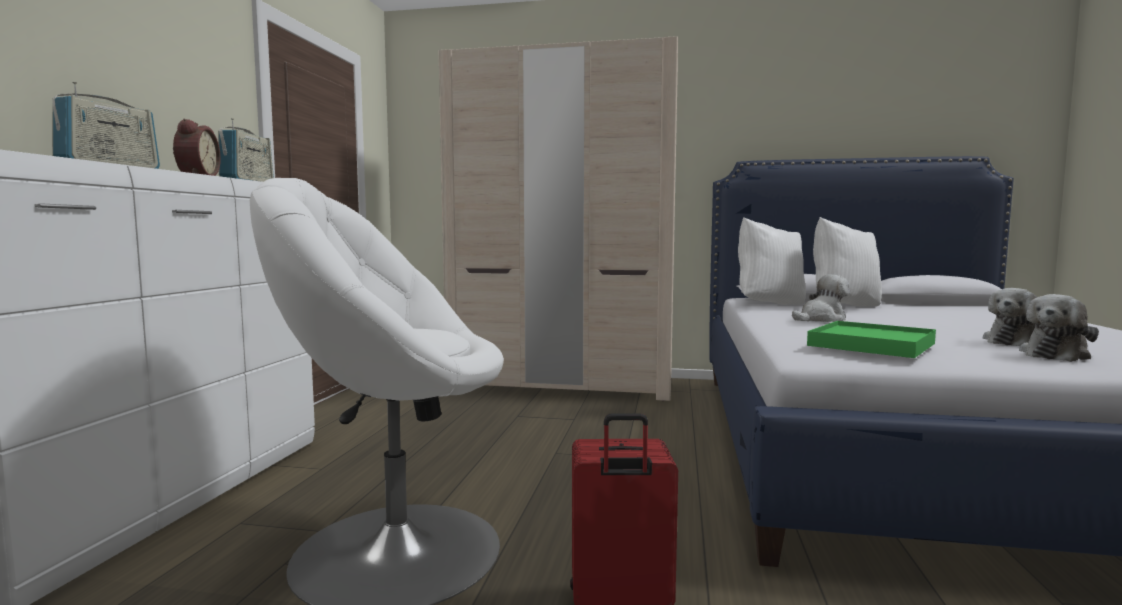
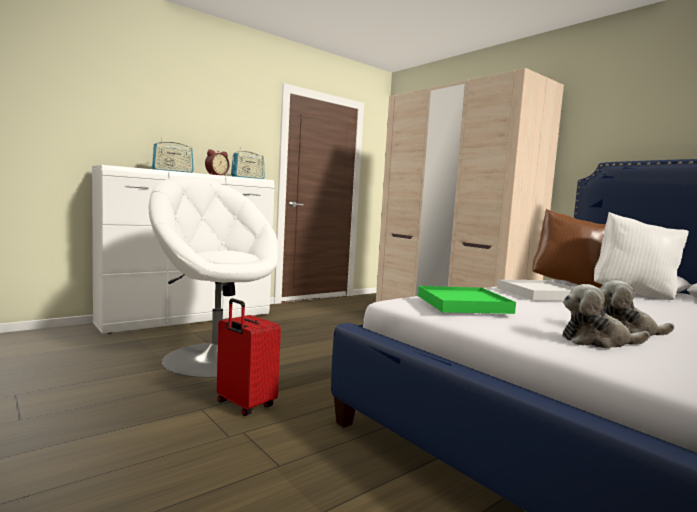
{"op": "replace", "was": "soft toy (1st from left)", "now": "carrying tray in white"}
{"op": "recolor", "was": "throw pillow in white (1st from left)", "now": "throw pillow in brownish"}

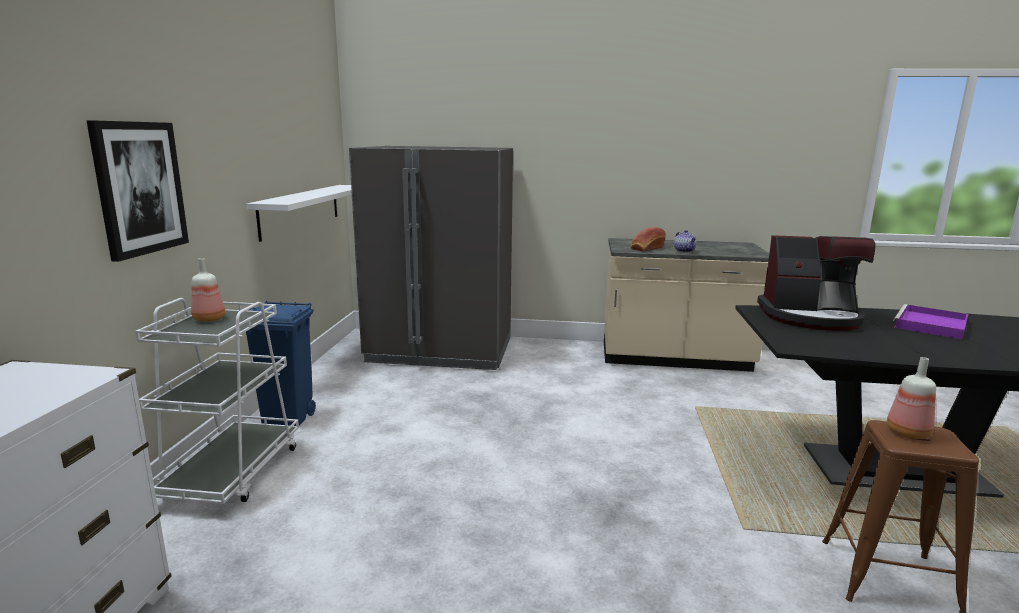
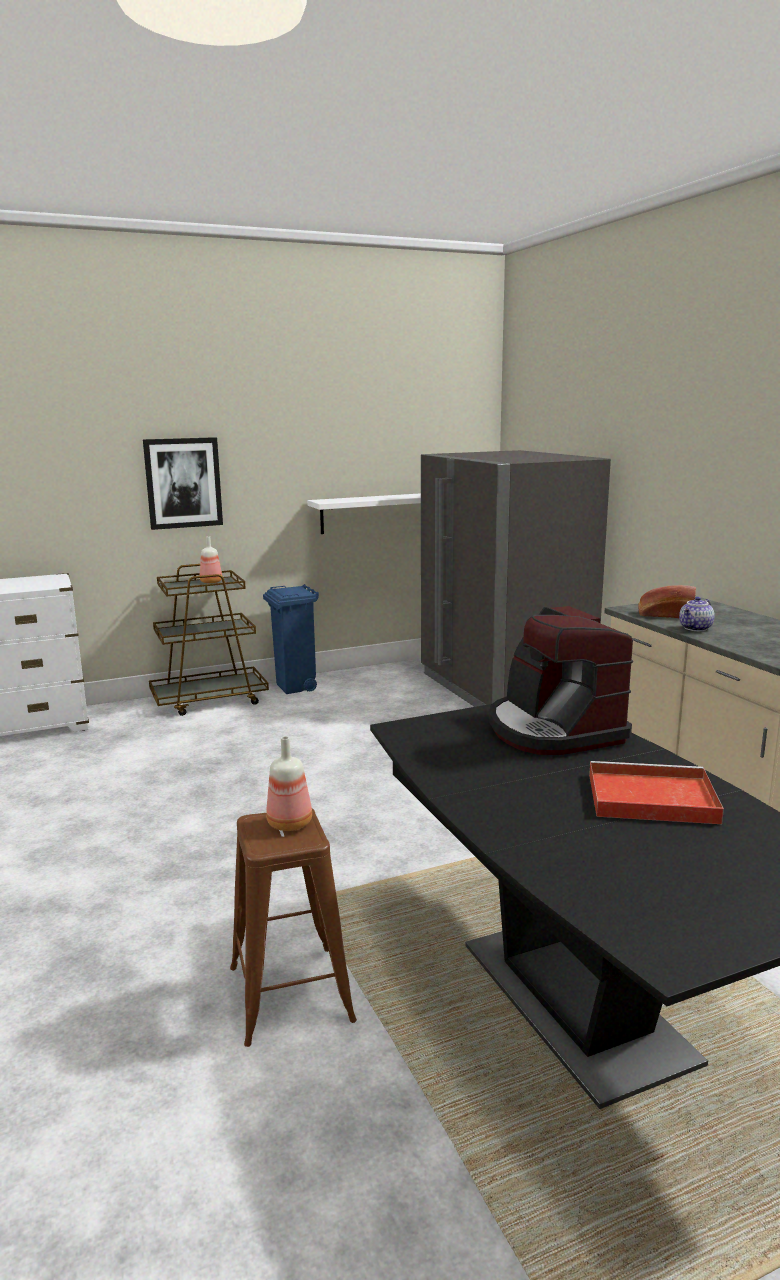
{"op": "recolor", "was": "cart in white", "now": "cart in brownish"}
{"op": "recolor", "was": "carrying tray in purple", "now": "carrying tray in red"}

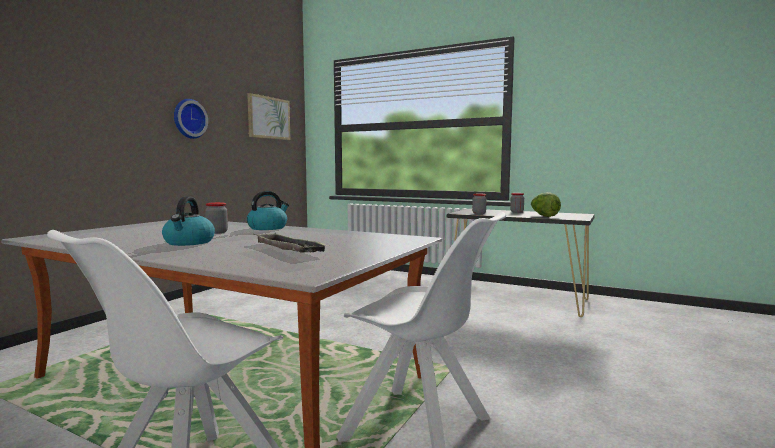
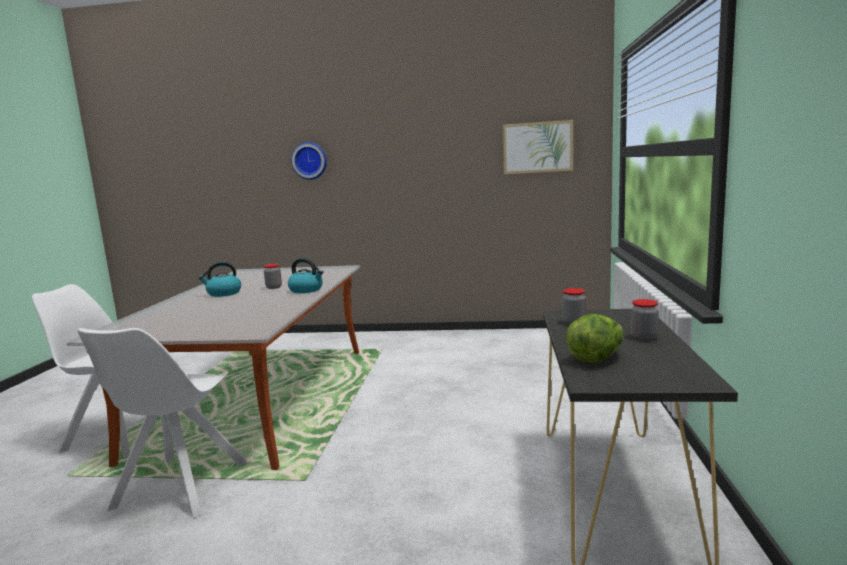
{"op": "move", "was": "clock on the wall"}
{"op": "delete", "was": "carrying tray"}

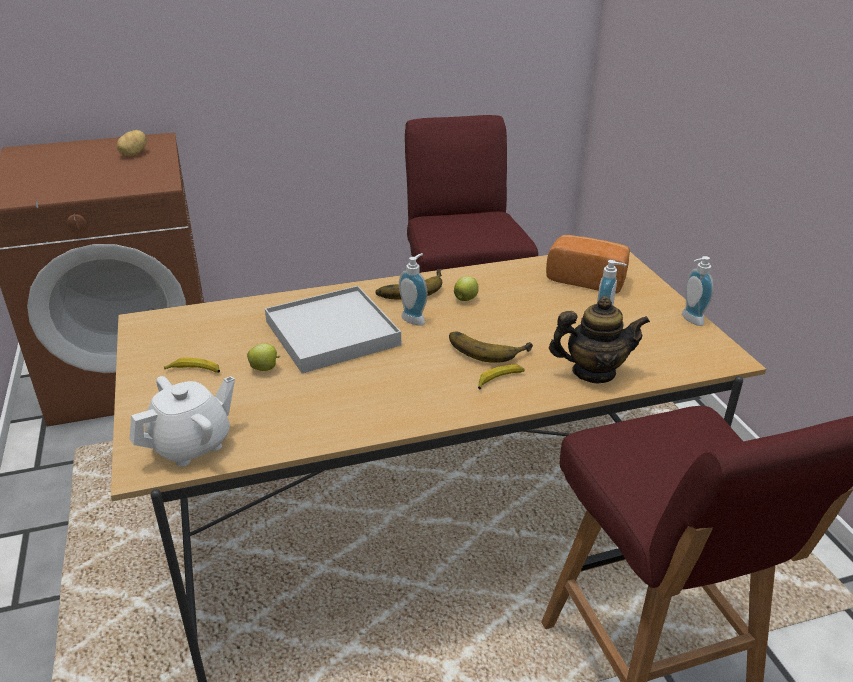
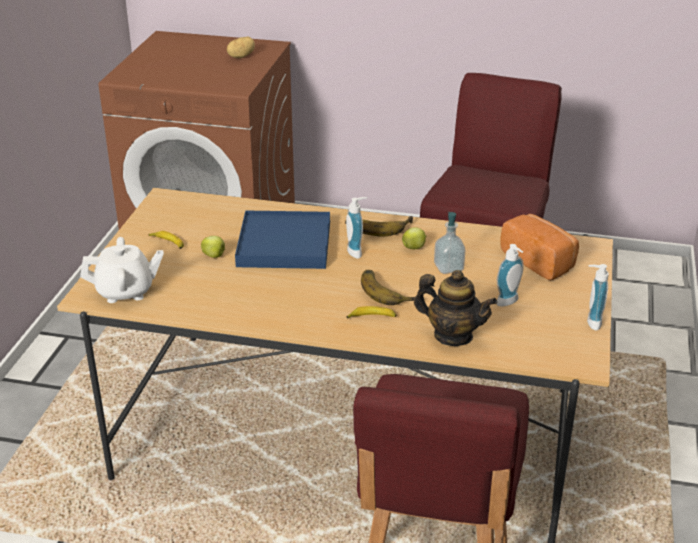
{"op": "recolor", "was": "carrying tray in white", "now": "carrying tray in bluish"}
{"op": "insert", "now": "liquid soap bottle (2nd from left)"}

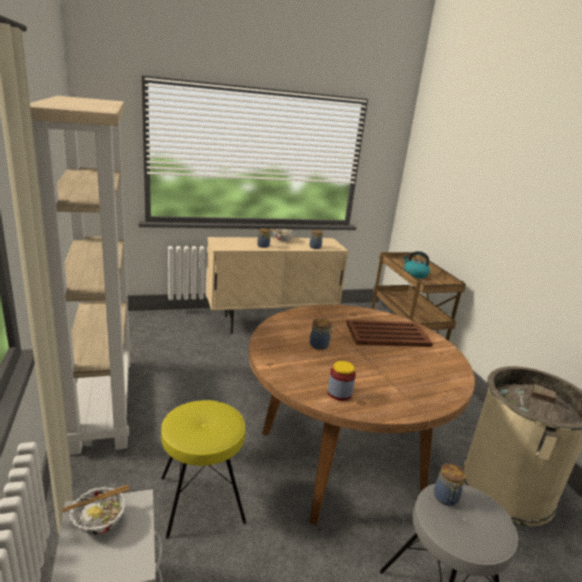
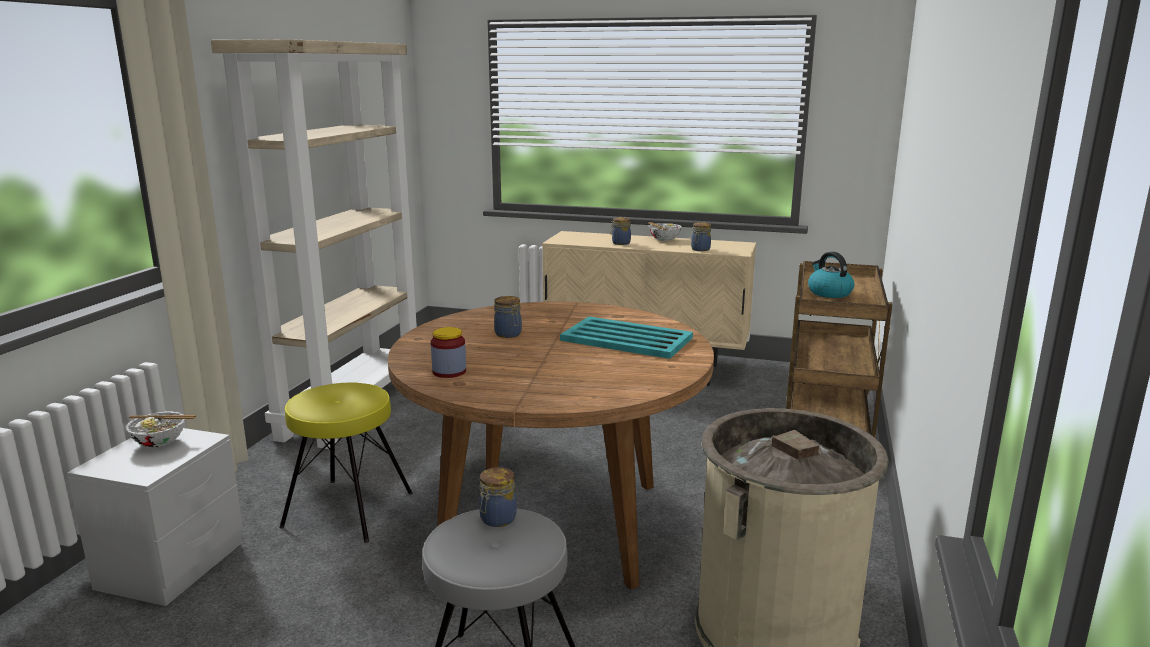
{"op": "recolor", "was": "carrying tray in brownish", "now": "carrying tray in turquoise"}

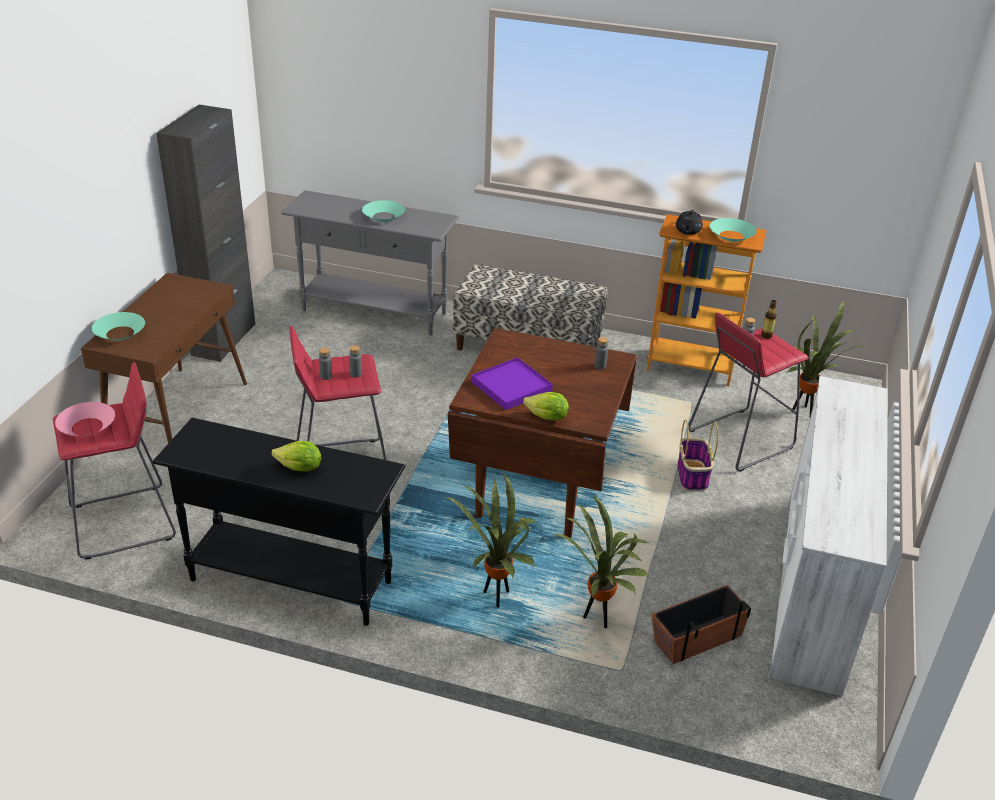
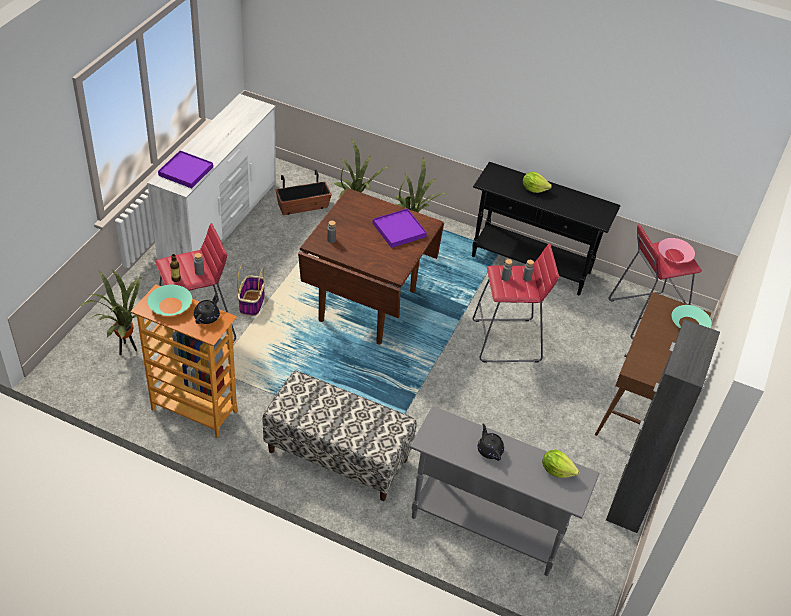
{"op": "insert", "now": "carrying tray in purple (1st from left)"}
{"op": "replace", "was": "serving bowl in turquoise (2nd from left)", "now": "teapot in black-coloured (2nd from left)"}
{"op": "move", "was": "lettuce (2nd from left)"}

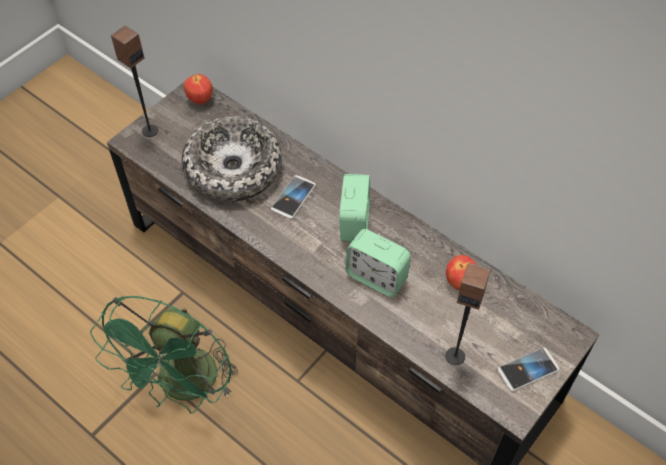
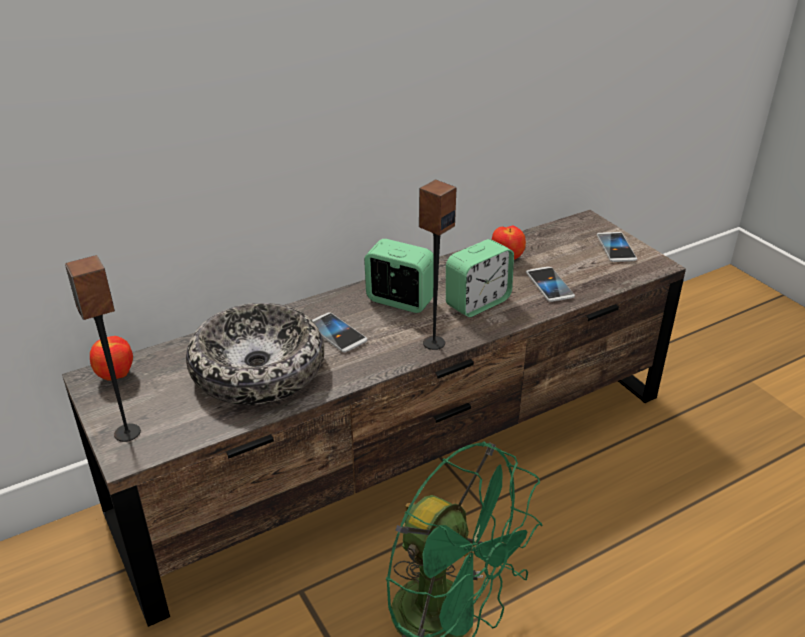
{"op": "move", "was": "audio speaker (2nd from left)"}
{"op": "insert", "now": "telephone (2nd from left)"}

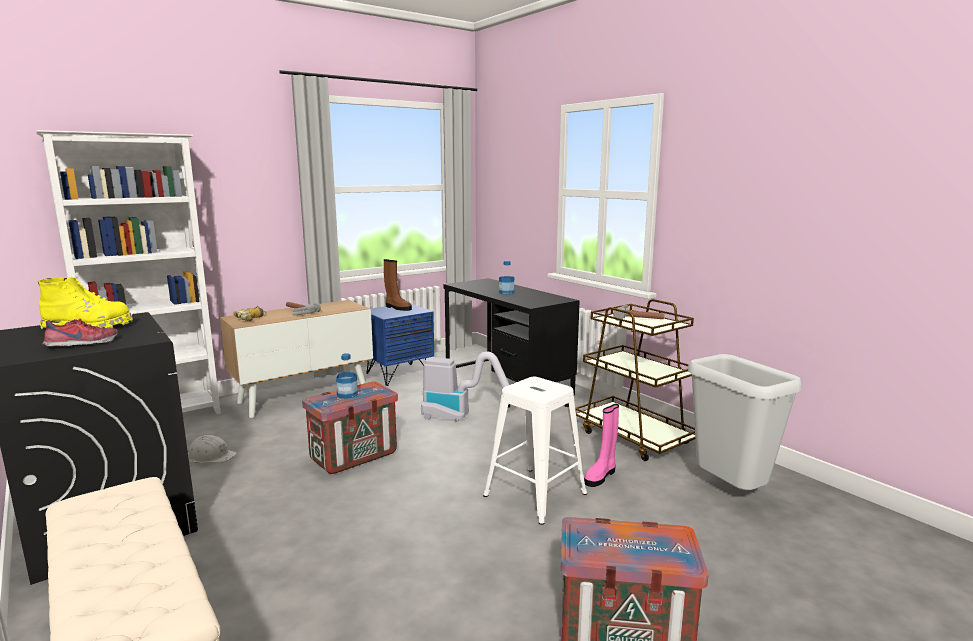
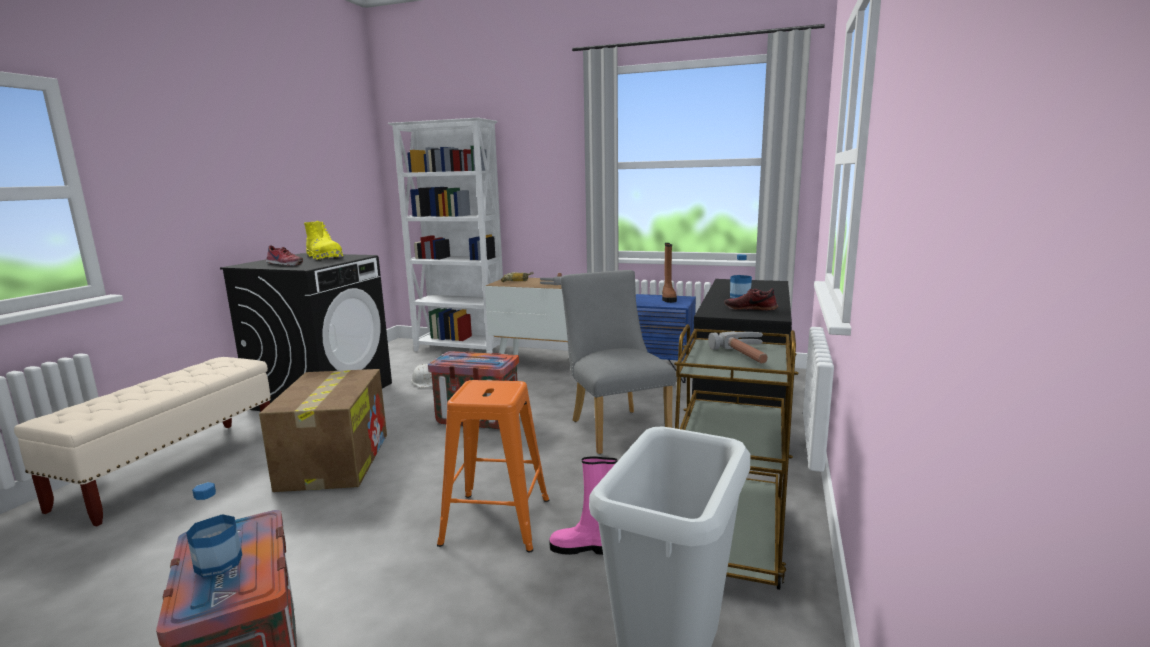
{"op": "move", "was": "bottle (1st from left)"}
{"op": "insert", "now": "carton"}
{"op": "recolor", "was": "sitting stool in white", "now": "sitting stool in orange-coloured"}
{"op": "replace", "was": "vacuum cleaner", "now": "upright chair in gray"}
{"op": "insert", "now": "item of footwear (2nd from left)"}

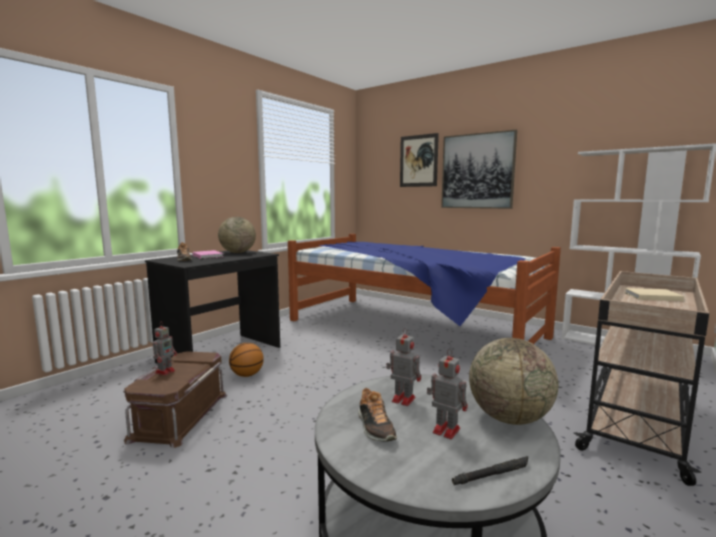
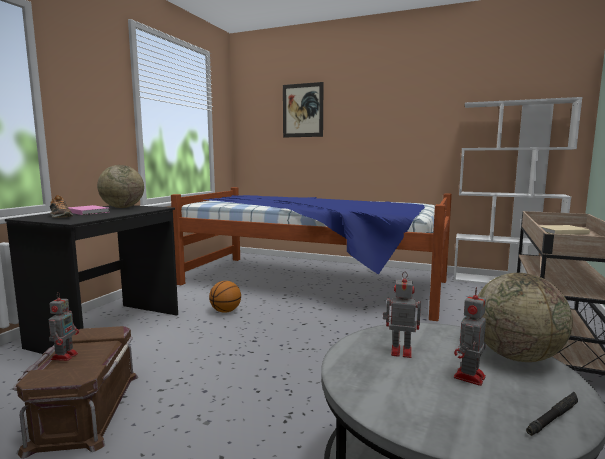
{"op": "move", "was": "ball for basketball"}
{"op": "rotate", "was": "toy robot (3rd from left)", "clockwise": -75}
{"op": "delete", "was": "item of footwear (2nd from left)"}
{"op": "delete", "was": "wall picture (2nd from left)"}

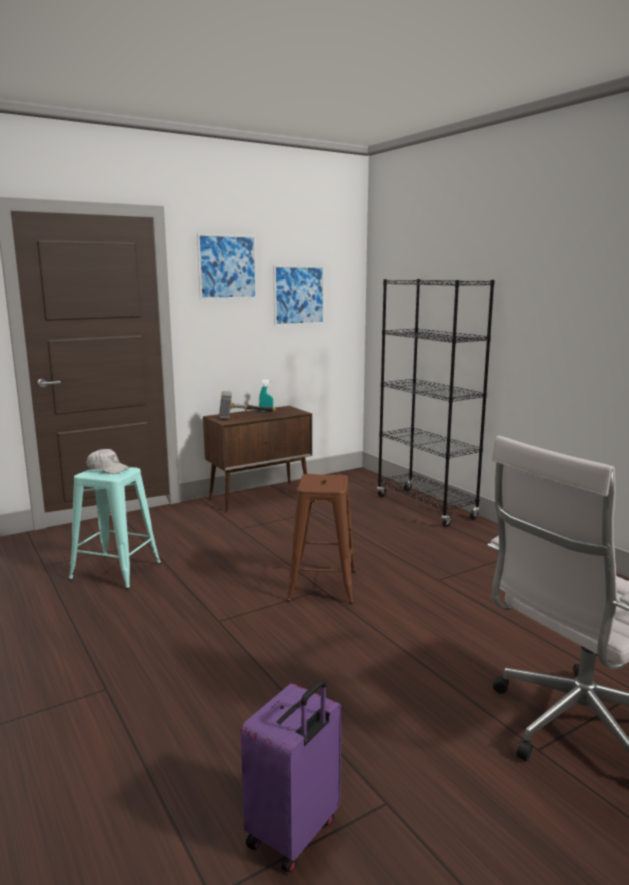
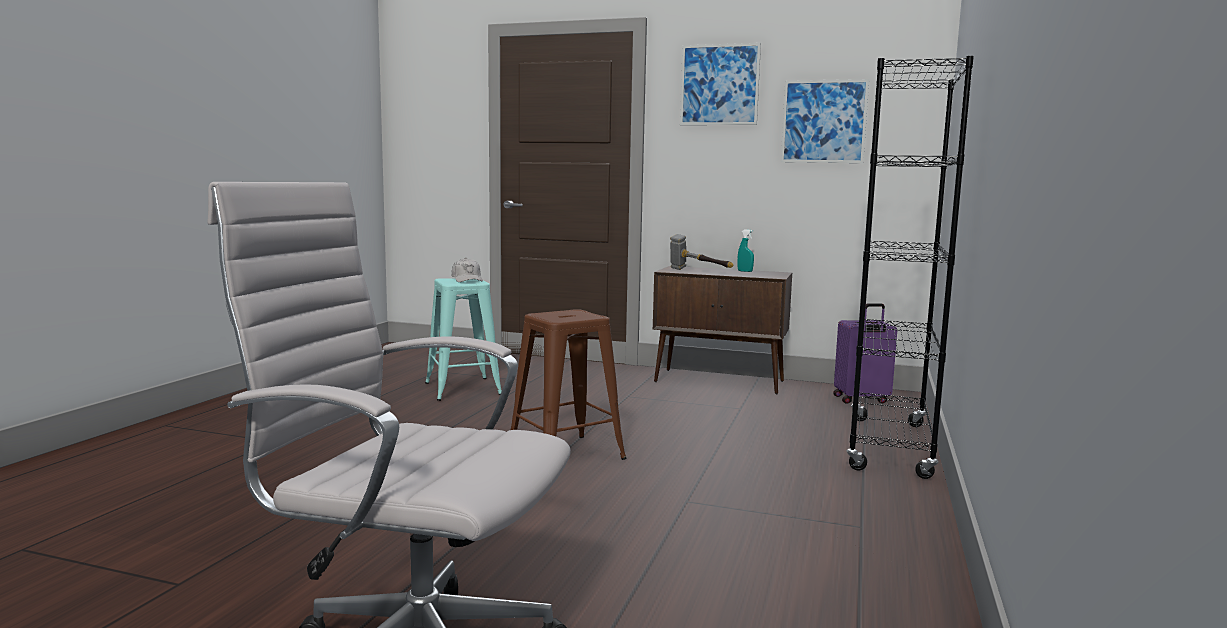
{"op": "move", "was": "piece of luggage in purple"}

